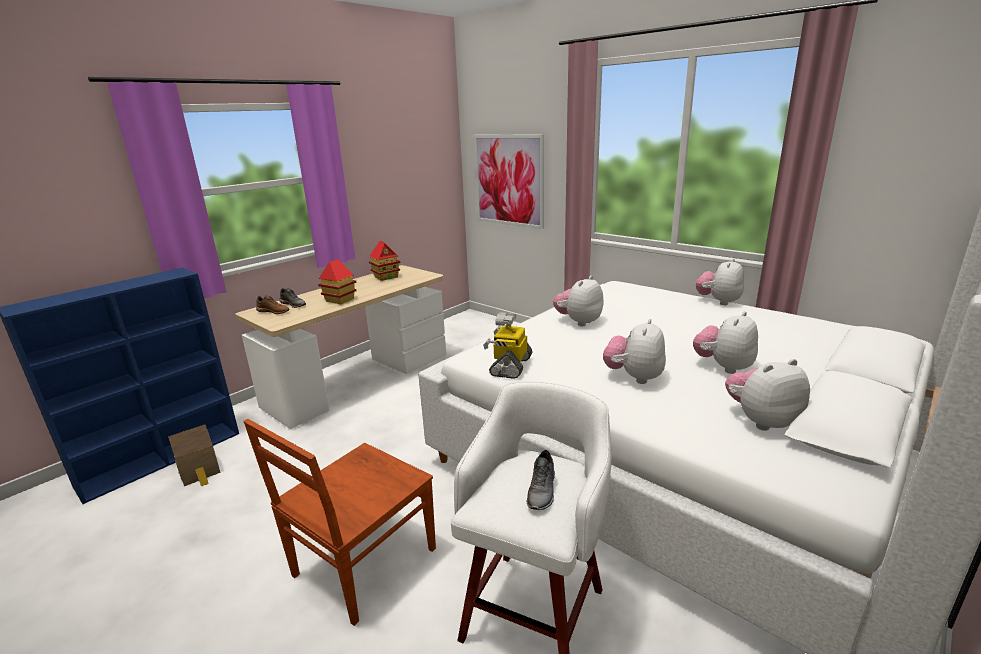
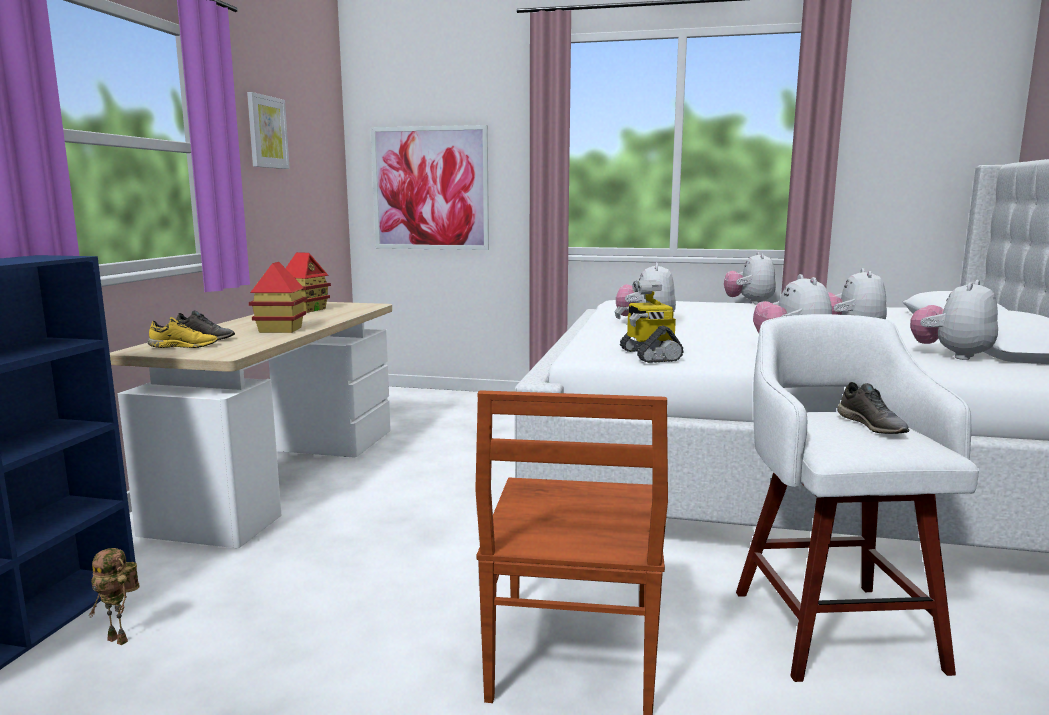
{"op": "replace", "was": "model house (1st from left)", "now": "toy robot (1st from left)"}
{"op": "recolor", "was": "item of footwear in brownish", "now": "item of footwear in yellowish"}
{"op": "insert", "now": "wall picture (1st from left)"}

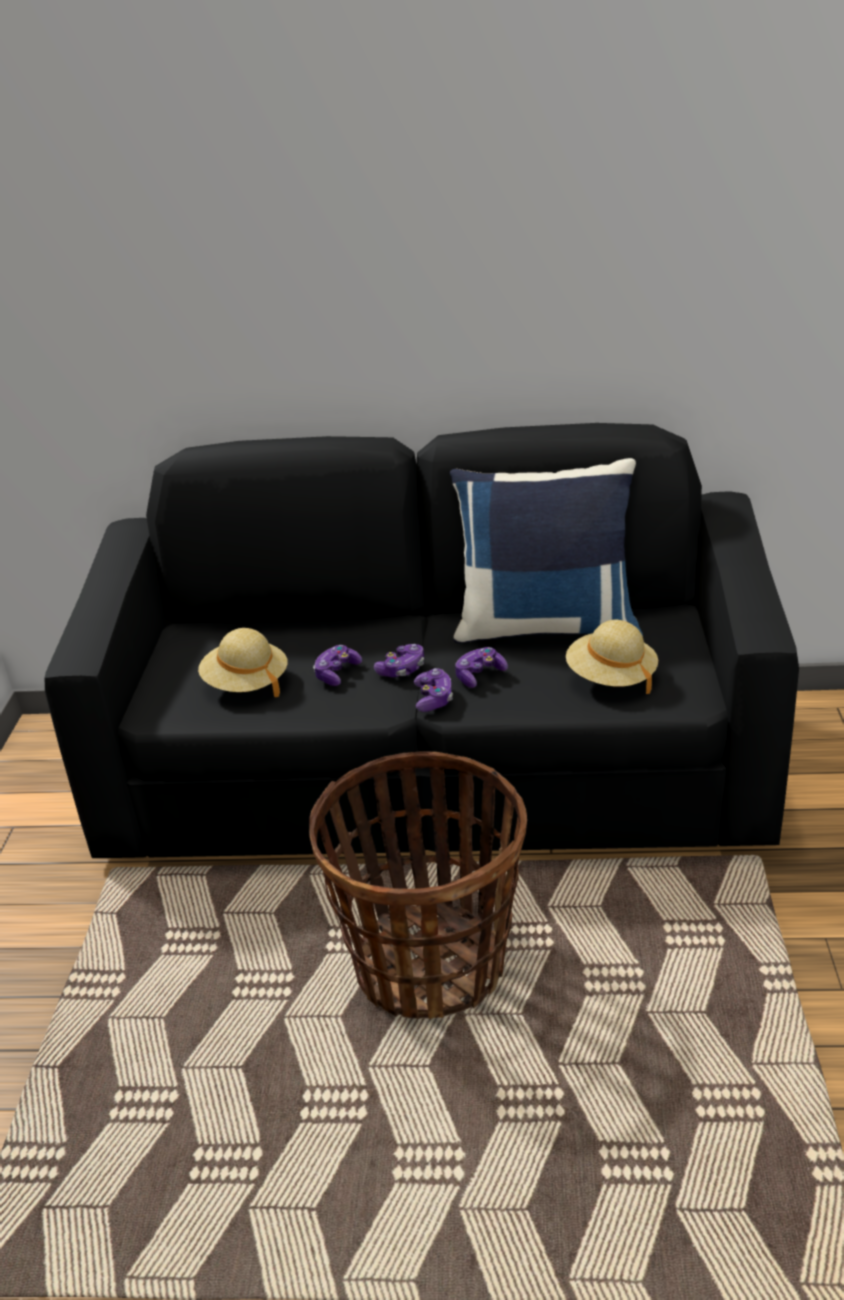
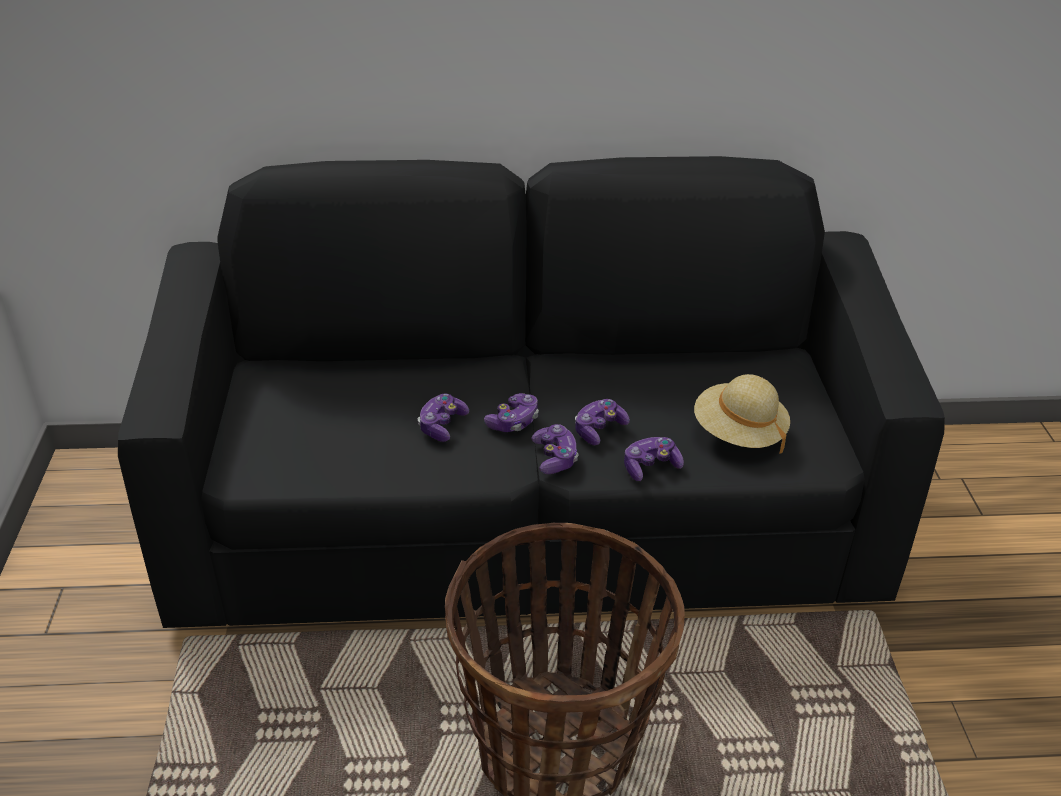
{"op": "insert", "now": "gamepad (5th from left)"}
{"op": "delete", "was": "hat in sand-coloured (1st from left)"}
{"op": "delete", "was": "throw pillow in bluish"}

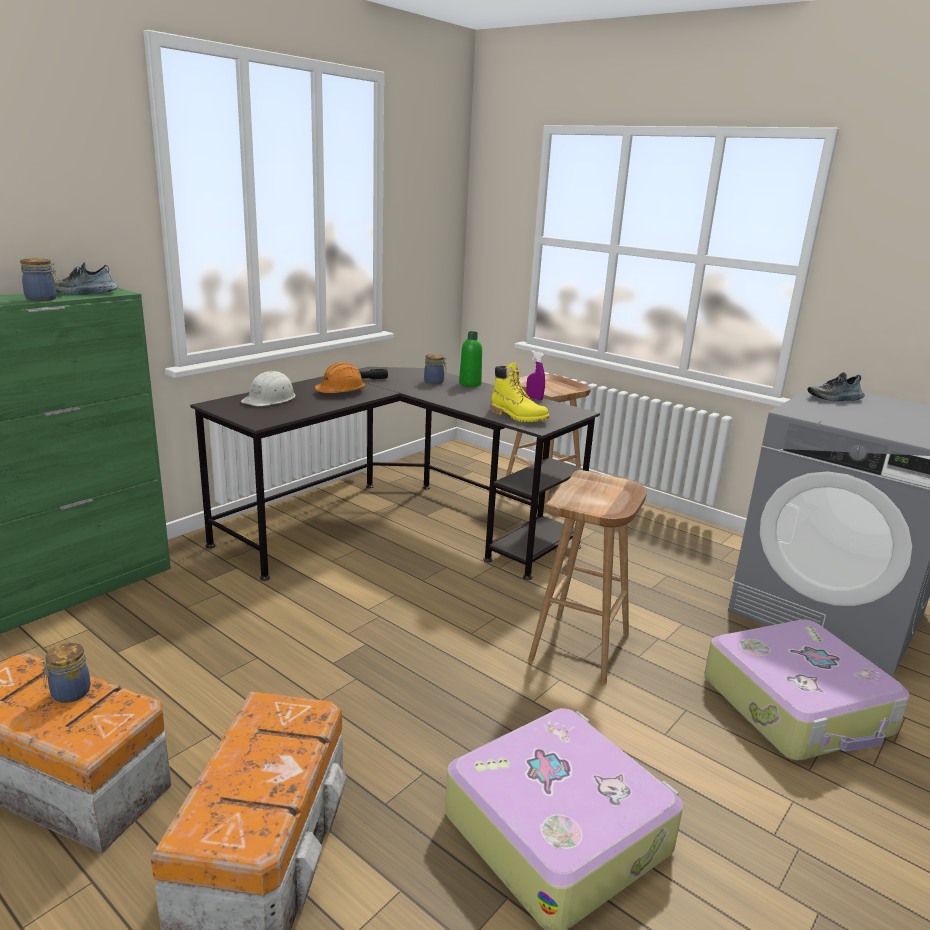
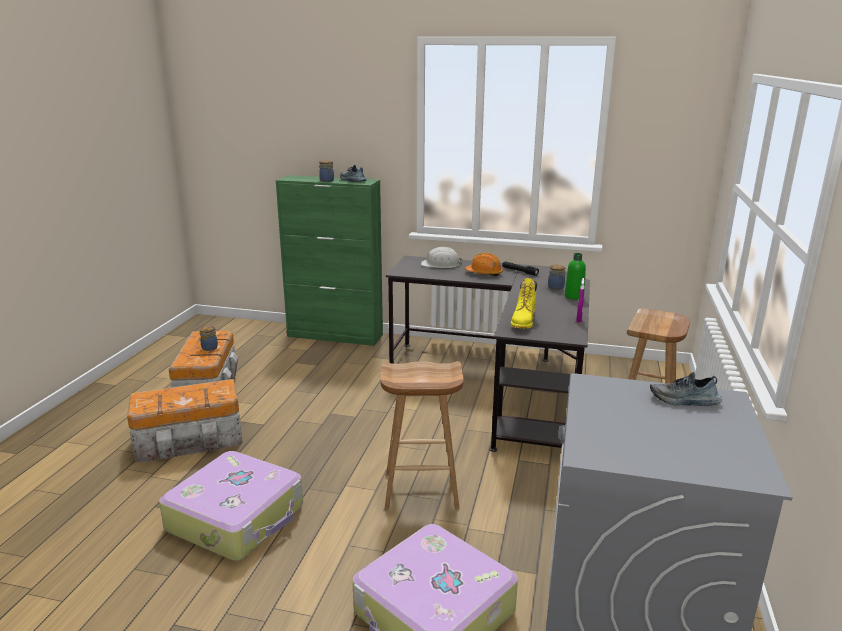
{"op": "rotate", "was": "item of footwear (2nd from left)", "clockwise": -45}

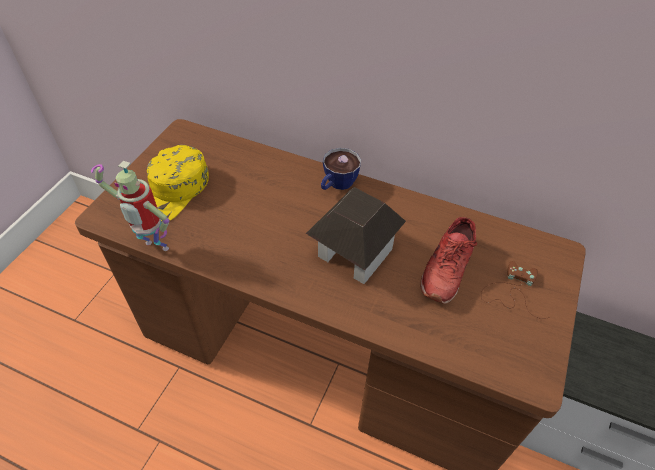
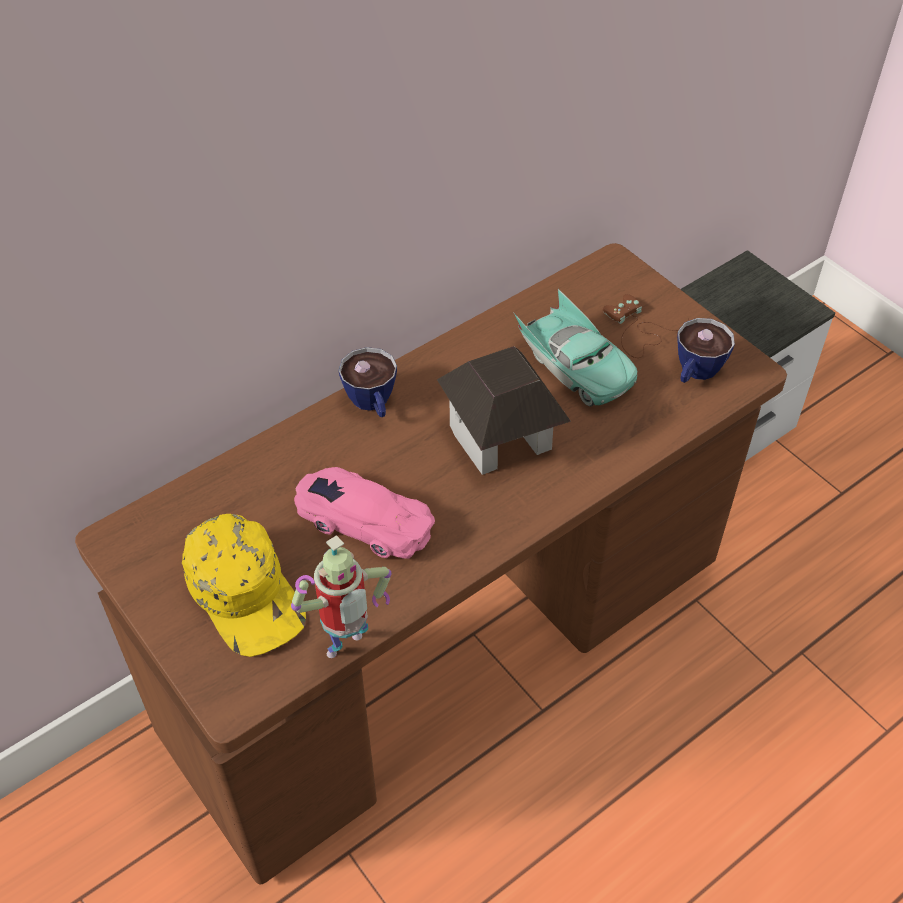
{"op": "insert", "now": "toy car in pink-coloured"}
{"op": "replace", "was": "item of footwear in red", "now": "toy car in turquoise"}
{"op": "insert", "now": "cup (2nd from left)"}

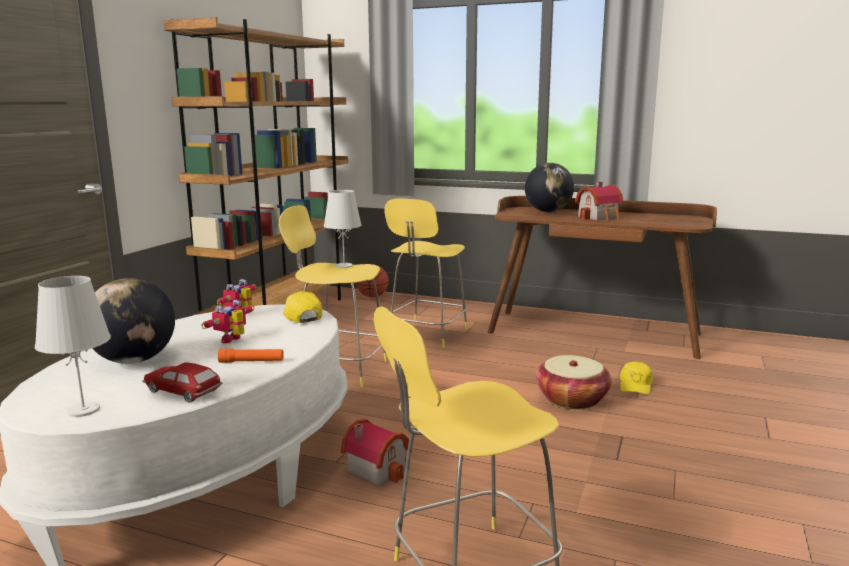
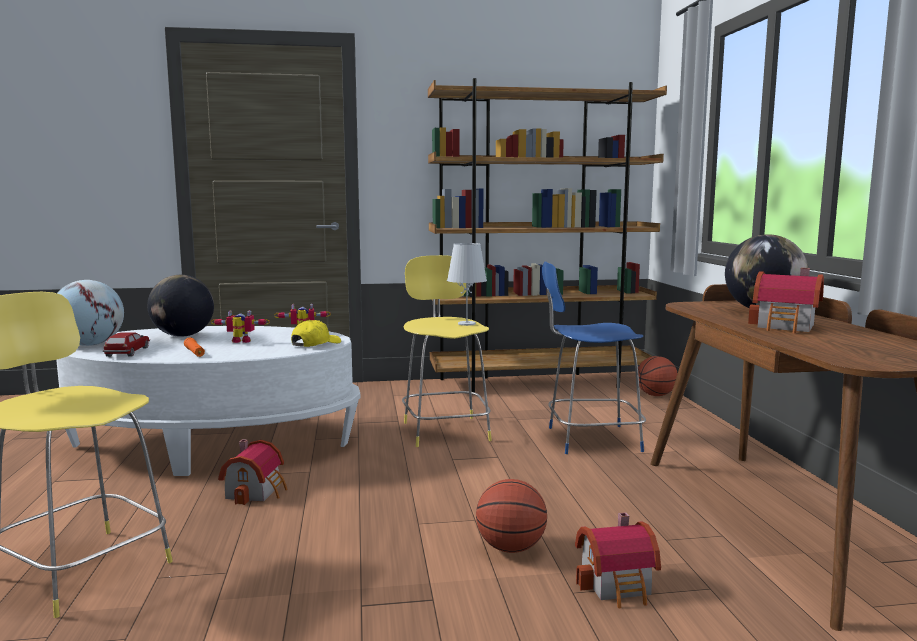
{"op": "replace", "was": "table lamp in white (1st from left)", "now": "globe (1st from left)"}
{"op": "replace", "was": "household basket", "now": "ball for basketball (1st from left)"}
{"op": "recolor", "was": "sitting stool in yellowish (2nd from left)", "now": "sitting stool in bluish"}
{"op": "replace", "was": "baseball cap in yellowish (2nd from left)", "now": "model house (2nd from left)"}

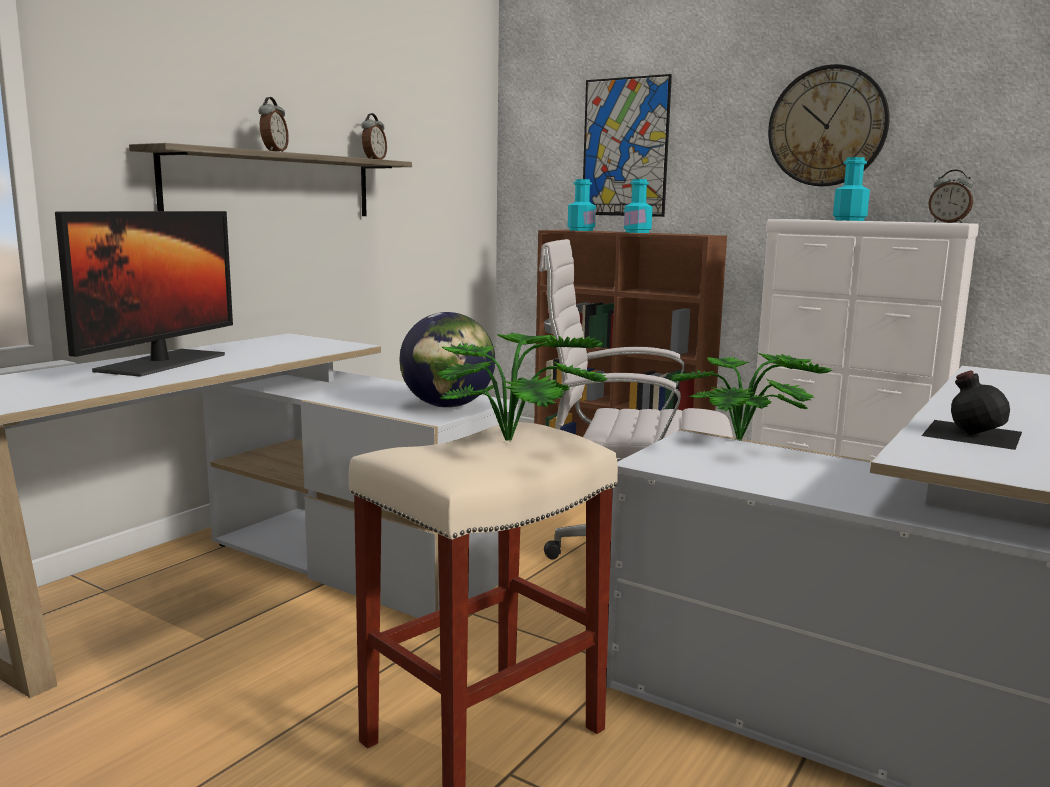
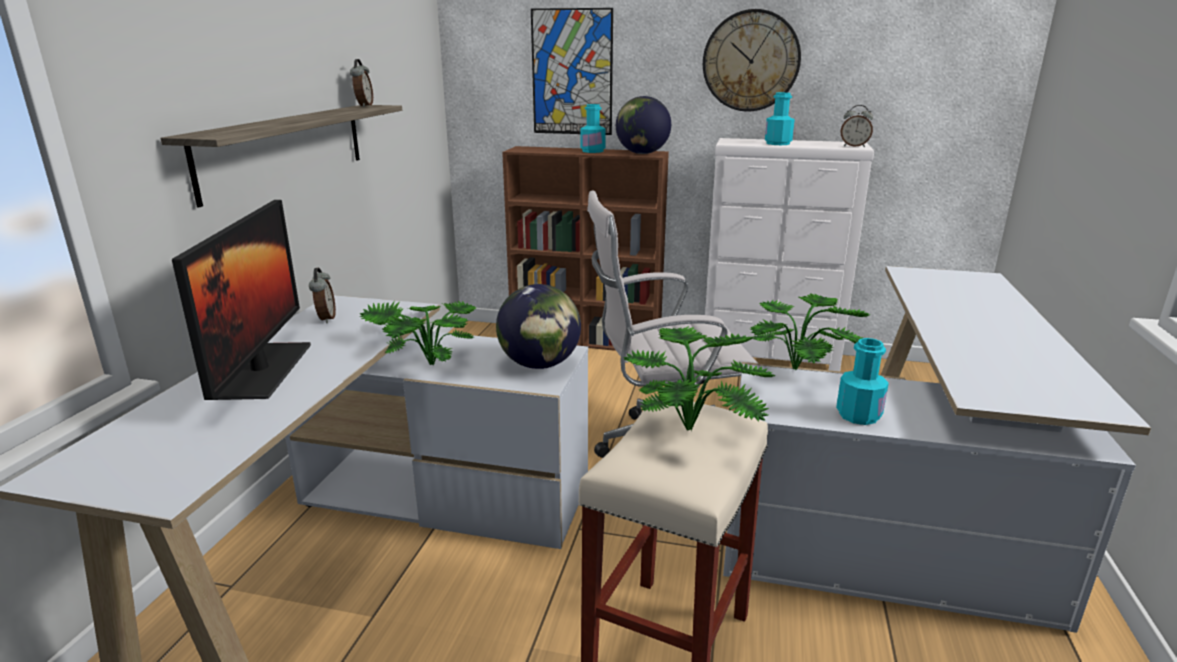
{"op": "move", "was": "alarm clock (1st from left)"}
{"op": "insert", "now": "potted plant (1st from left)"}
{"op": "insert", "now": "globe (2nd from left)"}
{"op": "move", "was": "bottle in turquoise (1st from left in the first image)", "now": "bottle in turquoise (3rd from left)"}
{"op": "delete", "was": "bottle in black-coloured"}

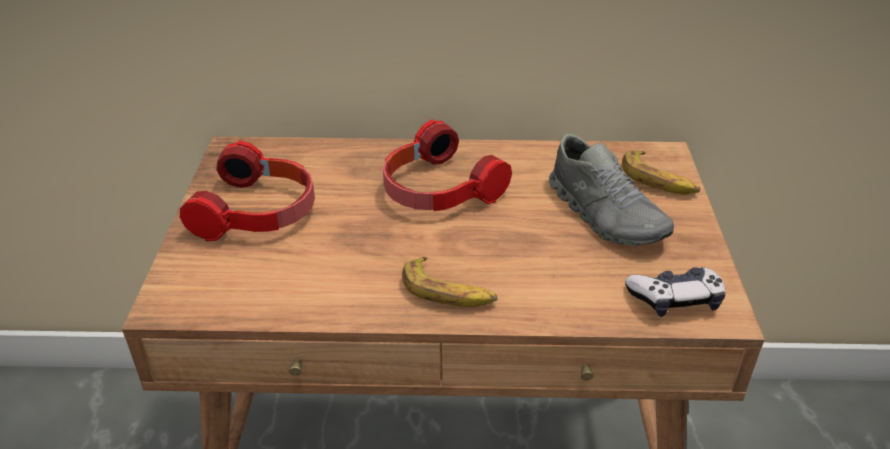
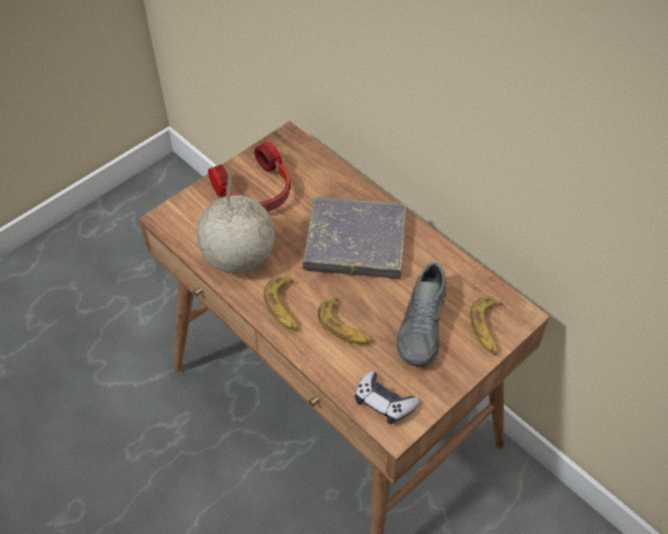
{"op": "insert", "now": "globe"}
{"op": "replace", "was": "headset (2nd from left)", "now": "bound book in gray"}
{"op": "insert", "now": "banana fruit (2nd from left)"}

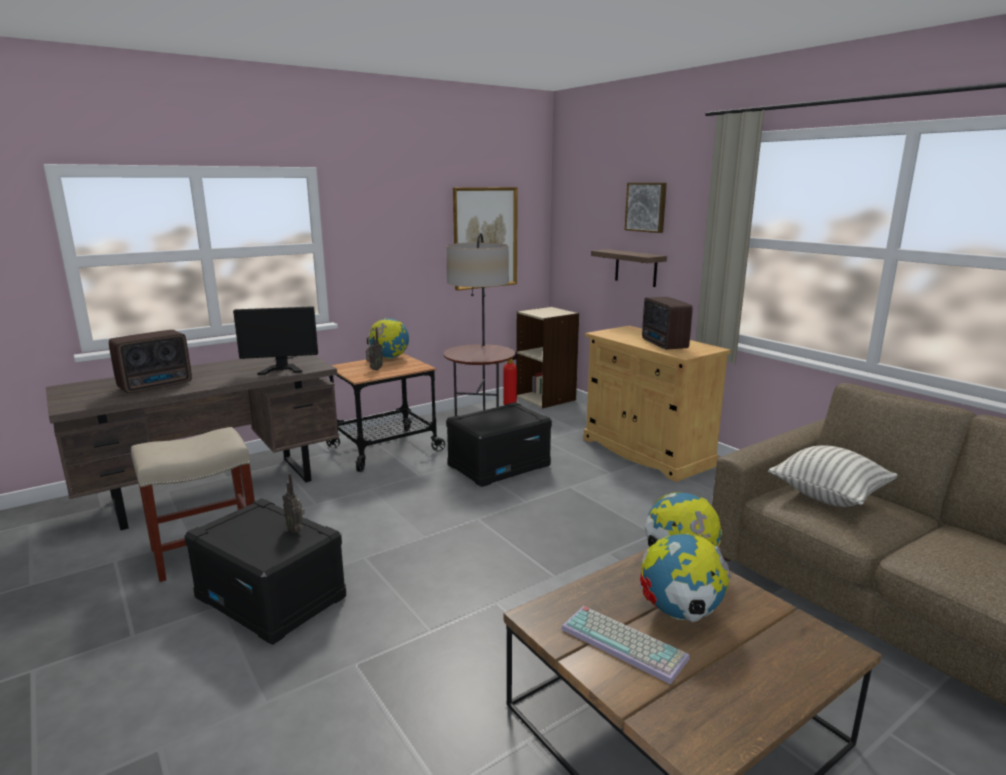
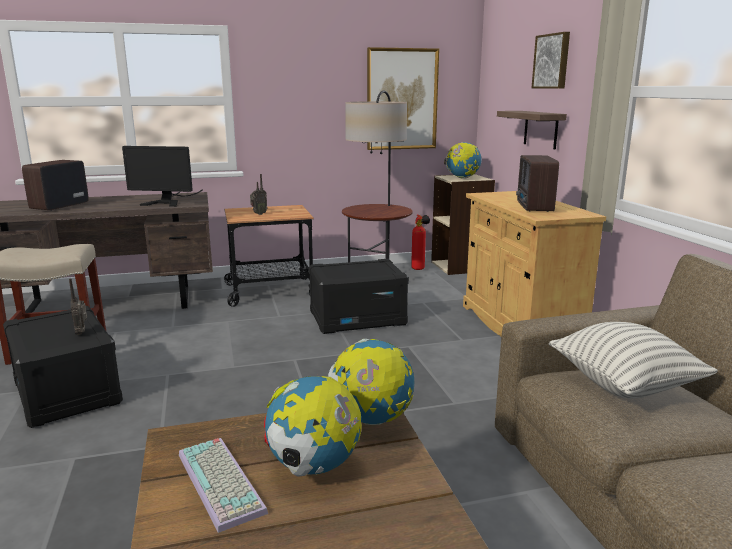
{"op": "rotate", "was": "radio (1st from left)", "clockwise": 135}
{"op": "move", "was": "globe (1st from left in the first image)", "now": "globe (3rd from left)"}

